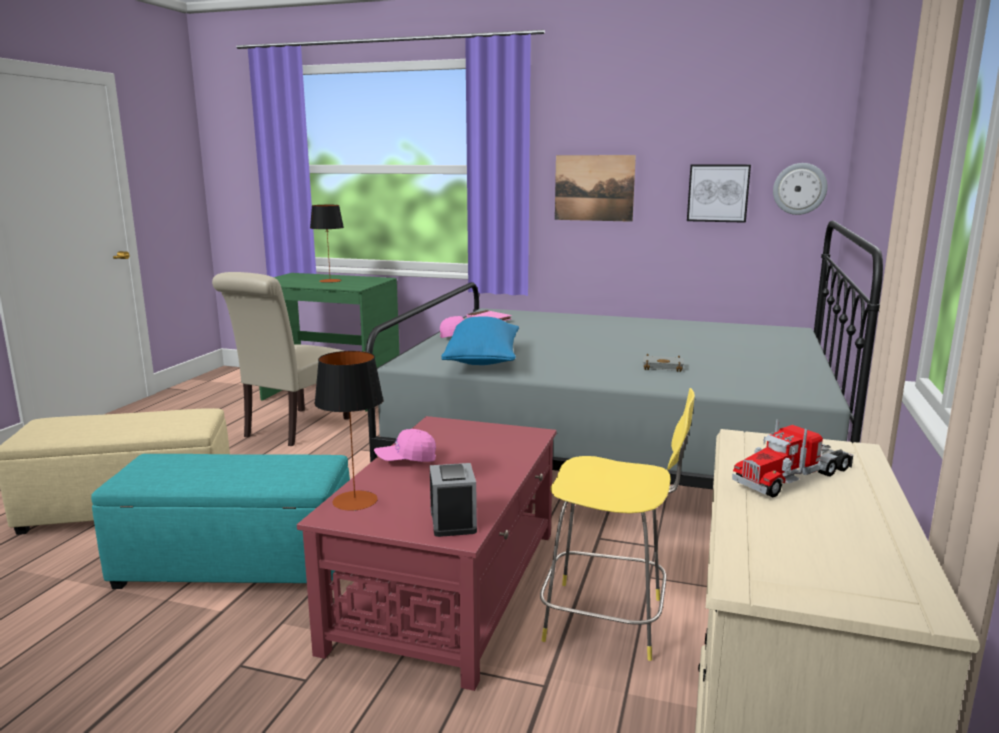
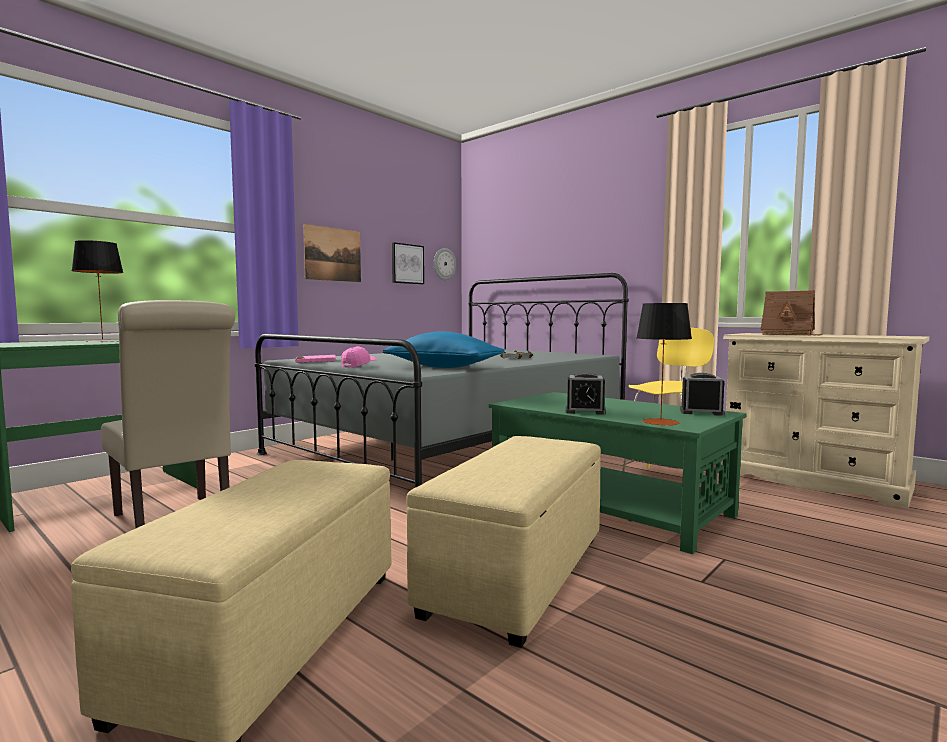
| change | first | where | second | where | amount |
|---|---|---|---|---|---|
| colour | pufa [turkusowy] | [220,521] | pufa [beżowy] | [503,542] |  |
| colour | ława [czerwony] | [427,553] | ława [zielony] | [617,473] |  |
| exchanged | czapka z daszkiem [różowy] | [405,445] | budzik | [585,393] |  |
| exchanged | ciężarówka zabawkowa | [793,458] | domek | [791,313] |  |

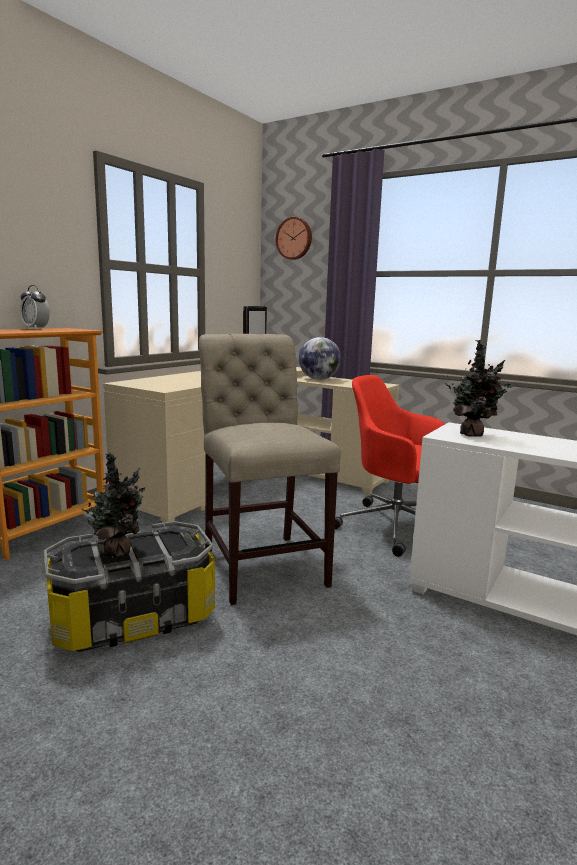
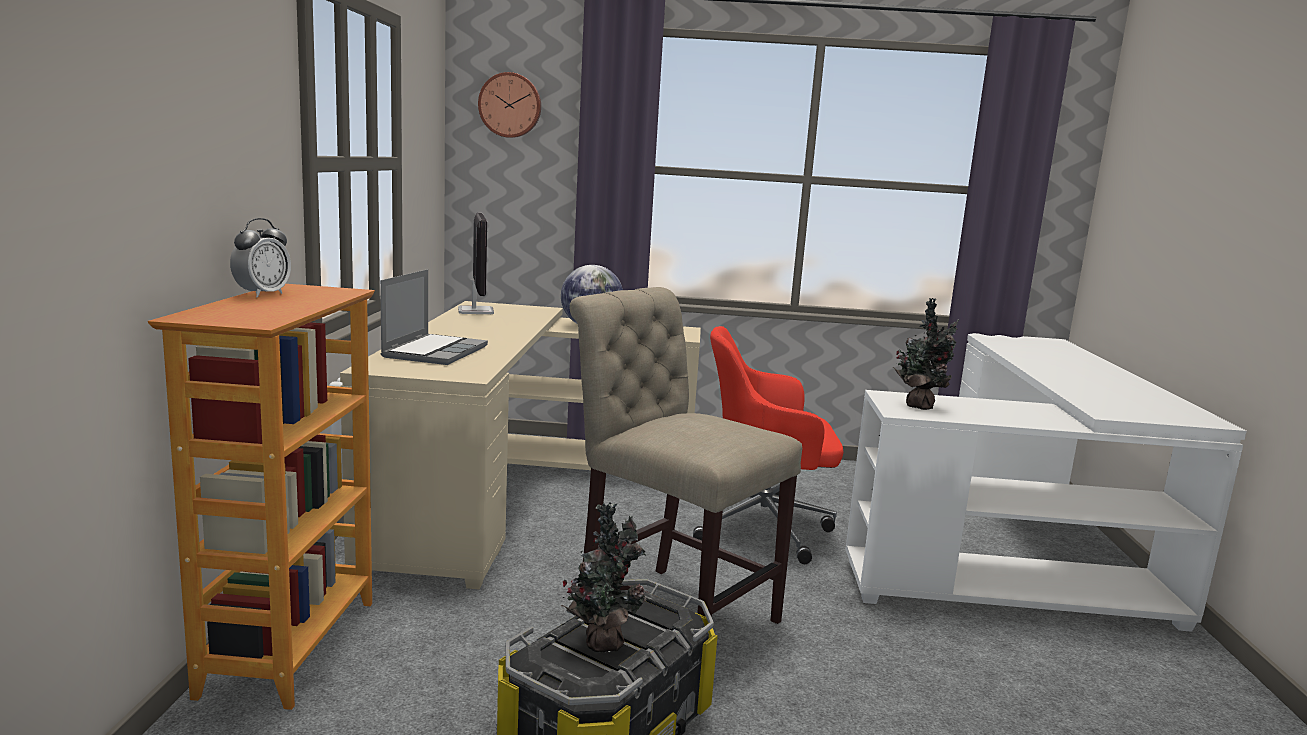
| change | first | where | second | where | amount |
|---|---|---|---|---|---|
| spun | budzik | [35,307] |  | [260,258] | 75 degrees counterclockwise |
| appeared |  |  | laptop | [434,317] |  |

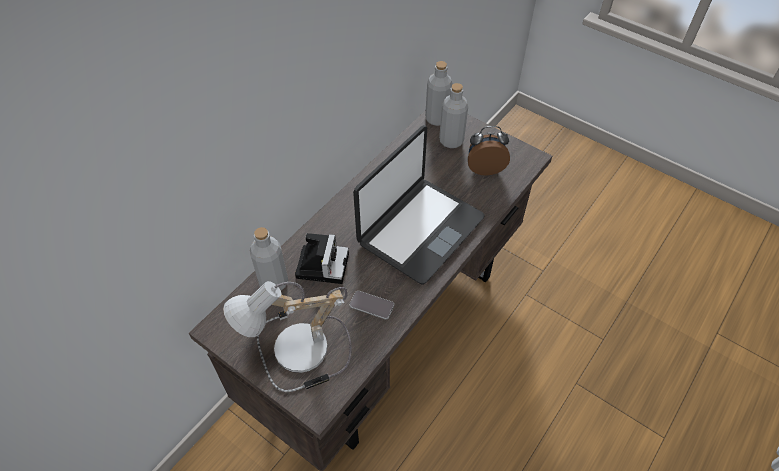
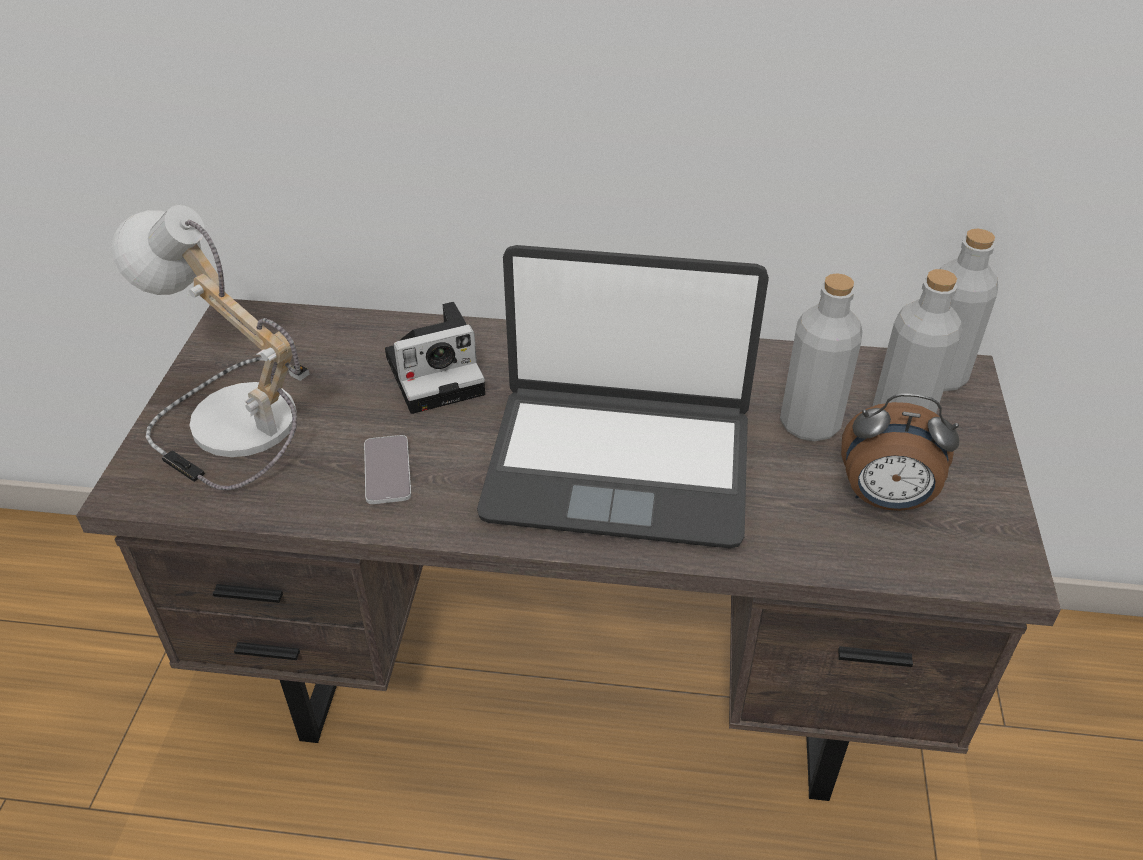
| change | first | where | second | where | amount |
|---|---|---|---|---|---|
| relocated | butelka [szary] | [269,258] |  | [821,357] |  |
| spun | budzik | [489,151] |  | [900,452] | 135 degrees clockwise |

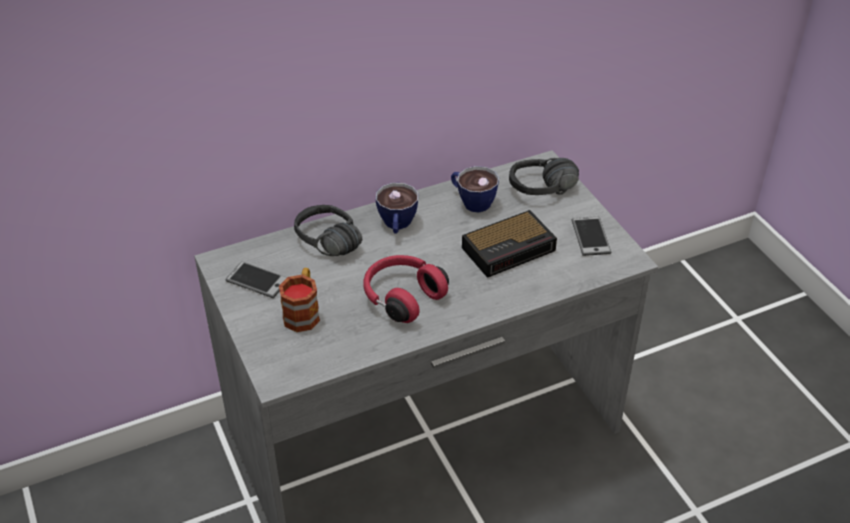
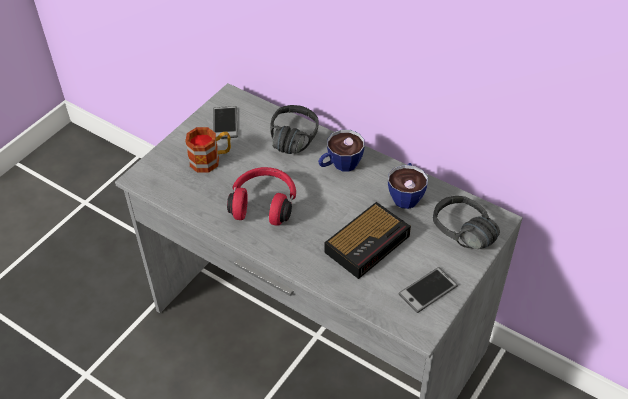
| change | first | where | second | where | amount |
|---|---|---|---|---|---|
| spun | budzik | [509,244] |  | [368,240] | 75 degrees counterclockwise |

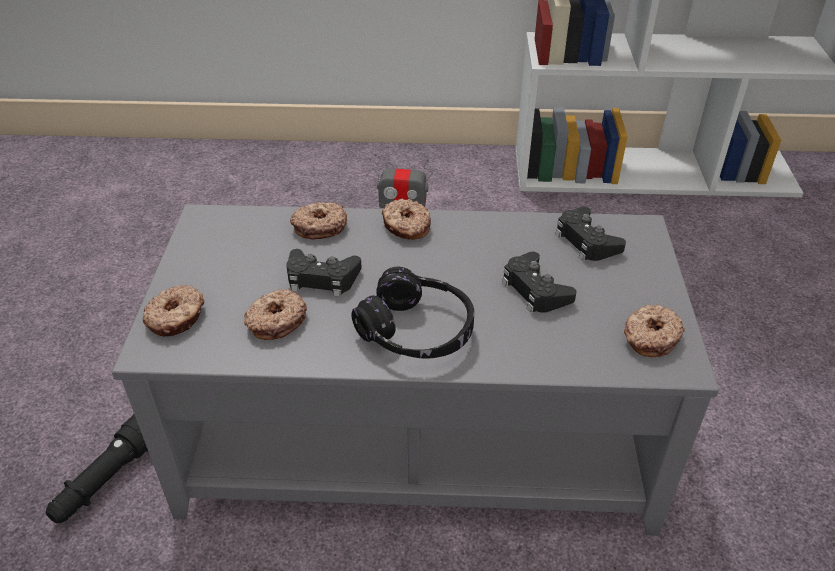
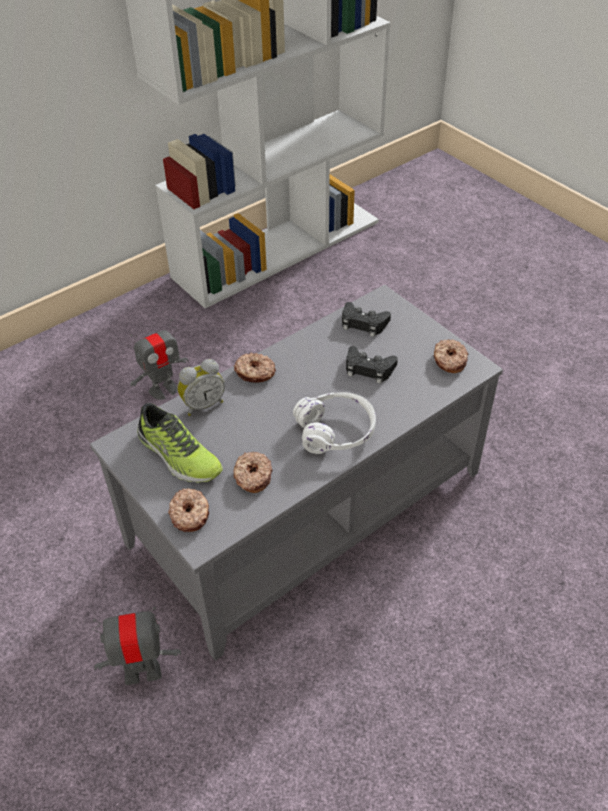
| change | first | where | second | where | amount |
|---|---|---|---|---|---|
| exchanged | latarka [czarny] | [97,469] | robot zabawkowy | [136,646] |  |
| missing | pad do gier [czarny] | [324,273] |  |  |  |
| exchanged | donut | [318,220] | budzik | [201,387] |  |
| colour | słuchawki [czarny] | [412,312] | słuchawki [biały] | [334,423] |  |
| appeared |  |  | but | [180,443] |  |

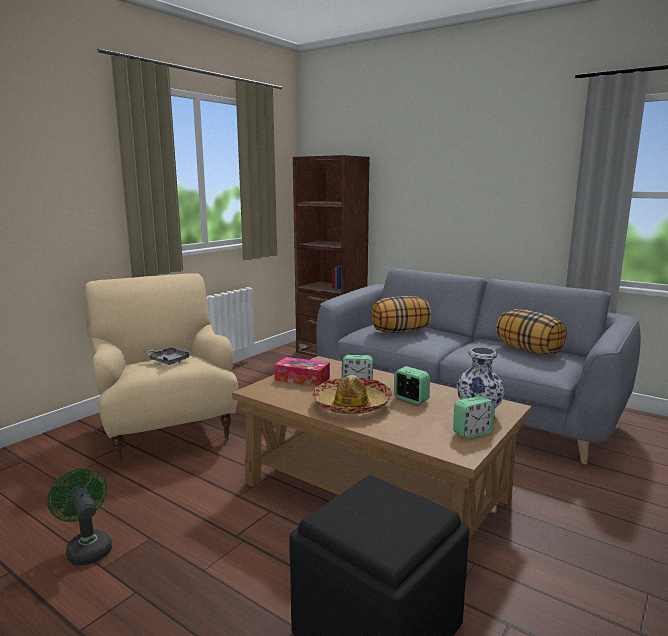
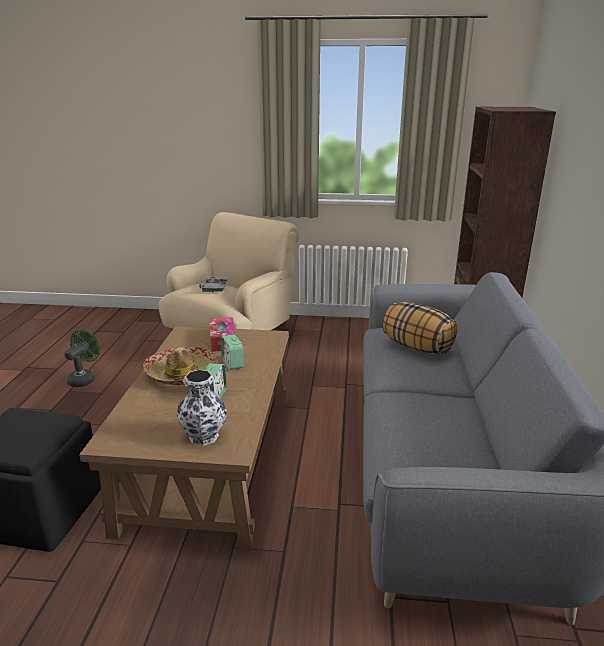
| change | first | where | second | where | amount |
|---|---|---|---|---|---|
| missing | budzik | [474,417] |  |  |  |
| missing | poduszka | [531,331] |  |  |  |

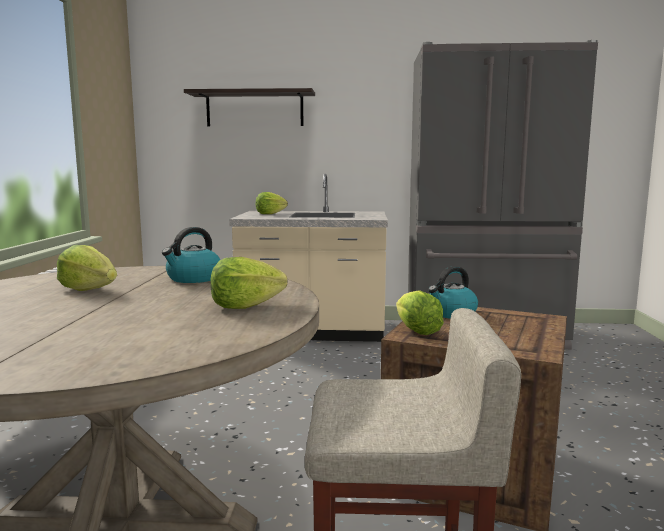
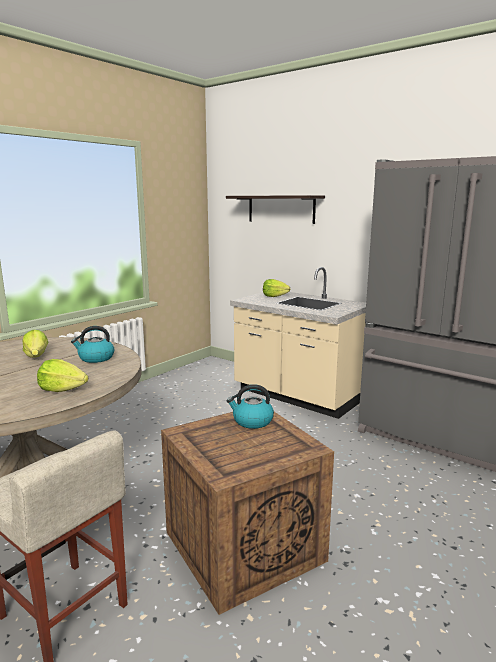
| change | first | where | second | where | amount |
|---|---|---|---|---|---|
| missing | sałata | [420,312] |  |  |  |

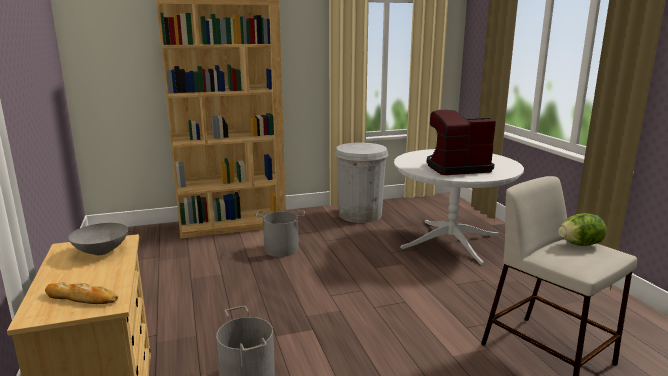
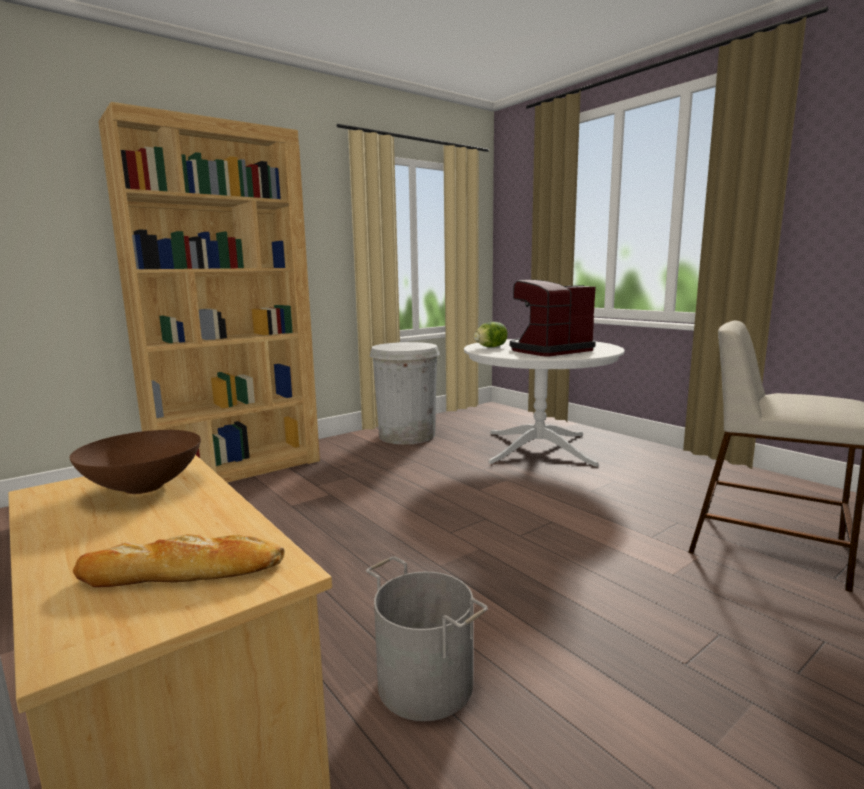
| change | first | where | second | where | amount |
|---|---|---|---|---|---|
| colour | miska [szary] | [98,239] | miska [brązowy] | [135,462] |  |
| missing | wiadro [szary] | [280,234] |  |  |  |
| relocated | sałata | [582,229] |  | [491,334] |  |

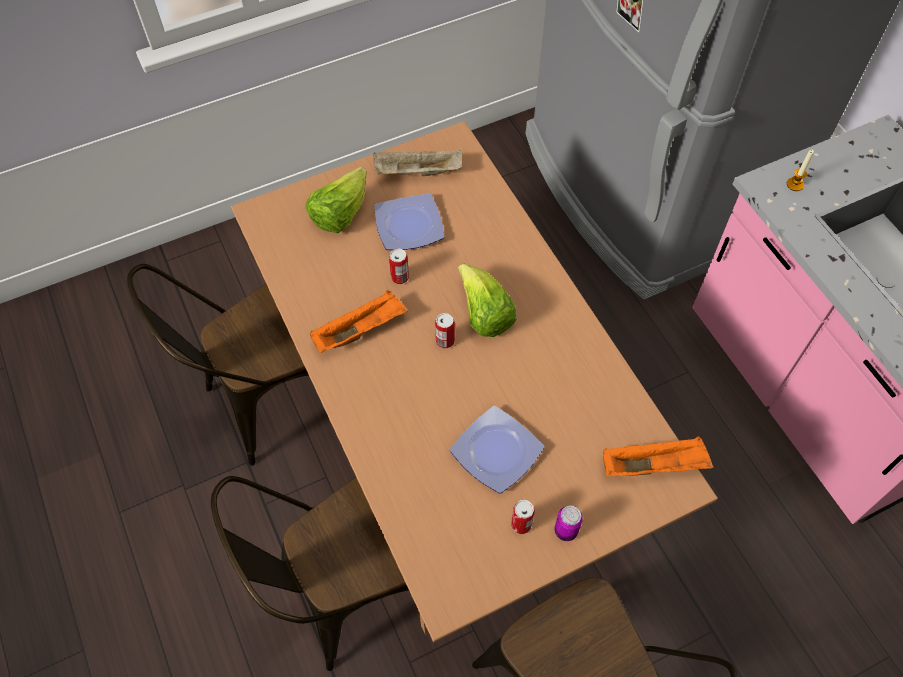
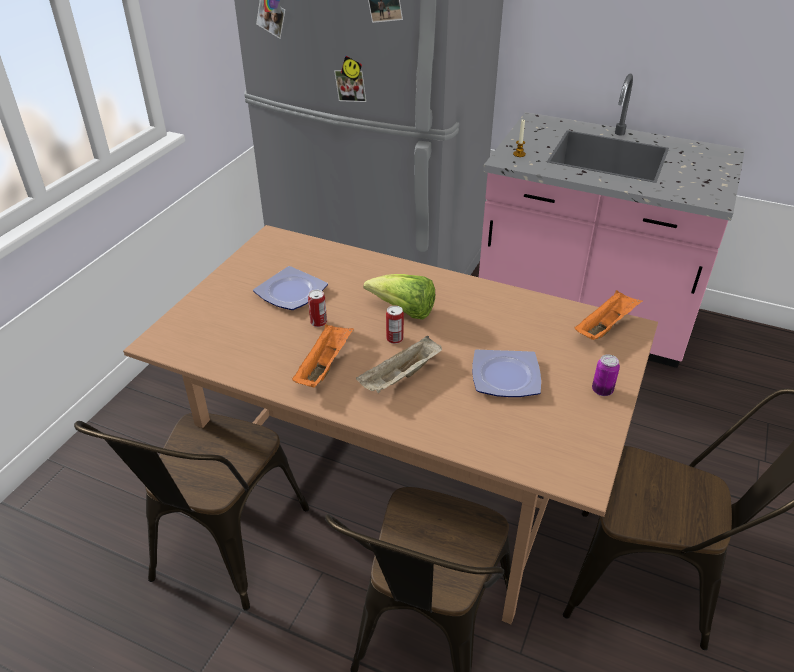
| change | first | where | second | where | amount |
|---|---|---|---|---|---|
| missing | sałata | [336,199] |  |  |  |
| relocated | taca [beżowy] | [417,162] |  | [399,364] |  |
| missing | puszka | [523,517] |  |  |  |

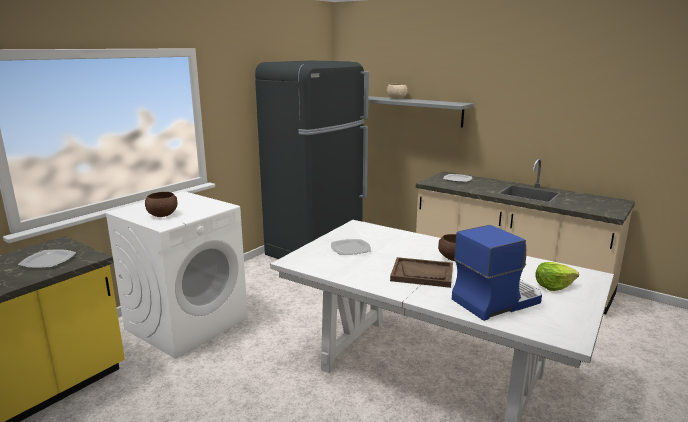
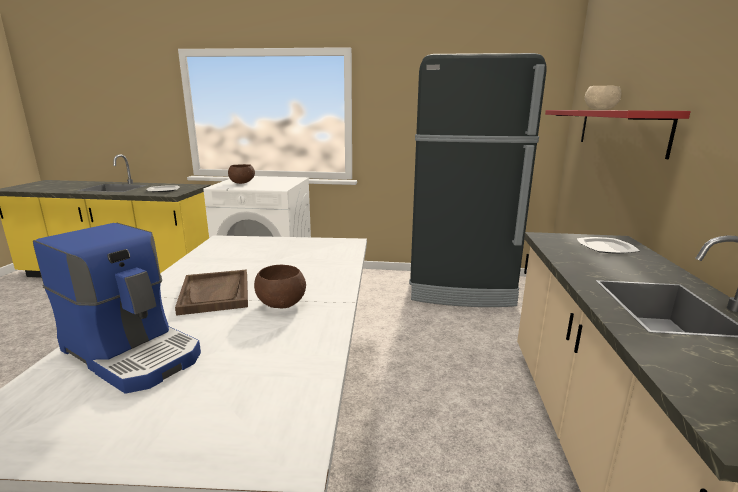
| change | first | where | second | where | amount |
|---|---|---|---|---|---|
| missing | talerz | [351,247] |  |  |  |
| colour | półka [szary] | [420,111] | półka [czerwony] | [618,134] |  |
| missing | sałata | [557,276] |  |  |  |

